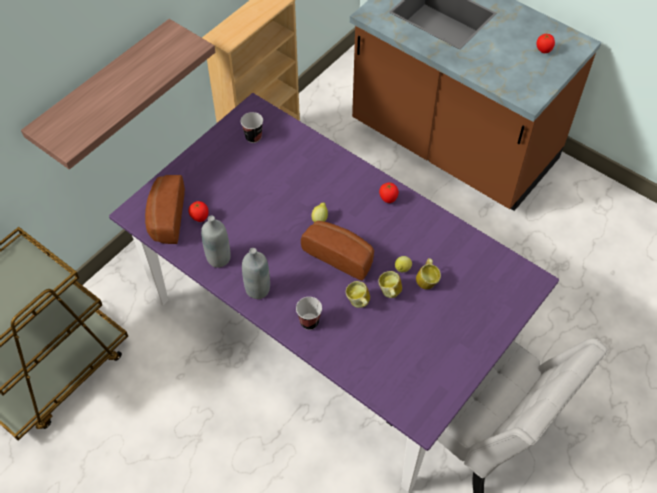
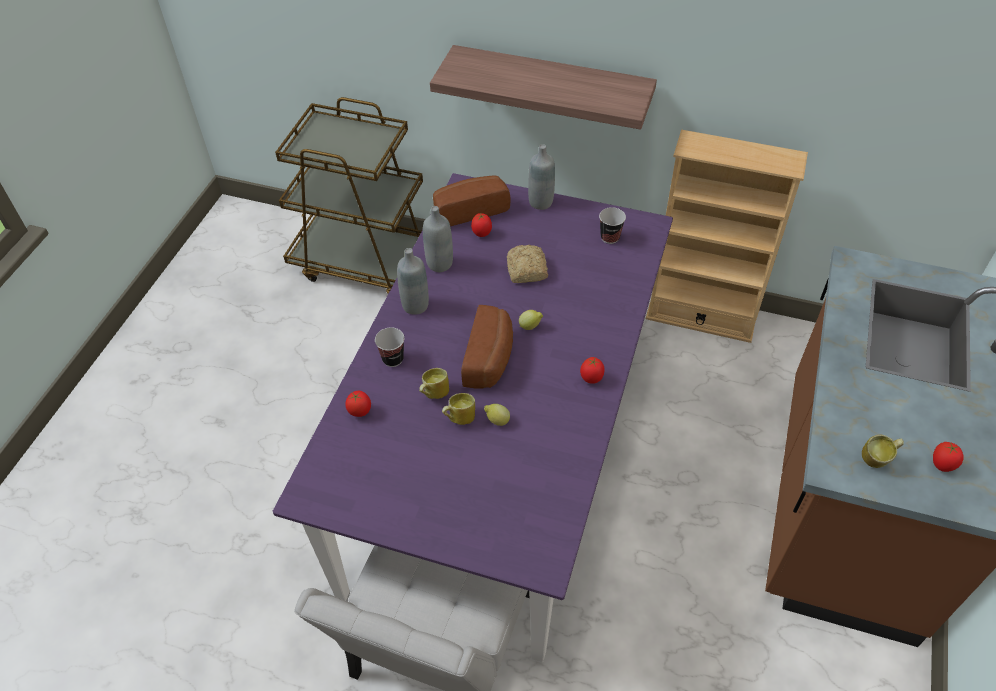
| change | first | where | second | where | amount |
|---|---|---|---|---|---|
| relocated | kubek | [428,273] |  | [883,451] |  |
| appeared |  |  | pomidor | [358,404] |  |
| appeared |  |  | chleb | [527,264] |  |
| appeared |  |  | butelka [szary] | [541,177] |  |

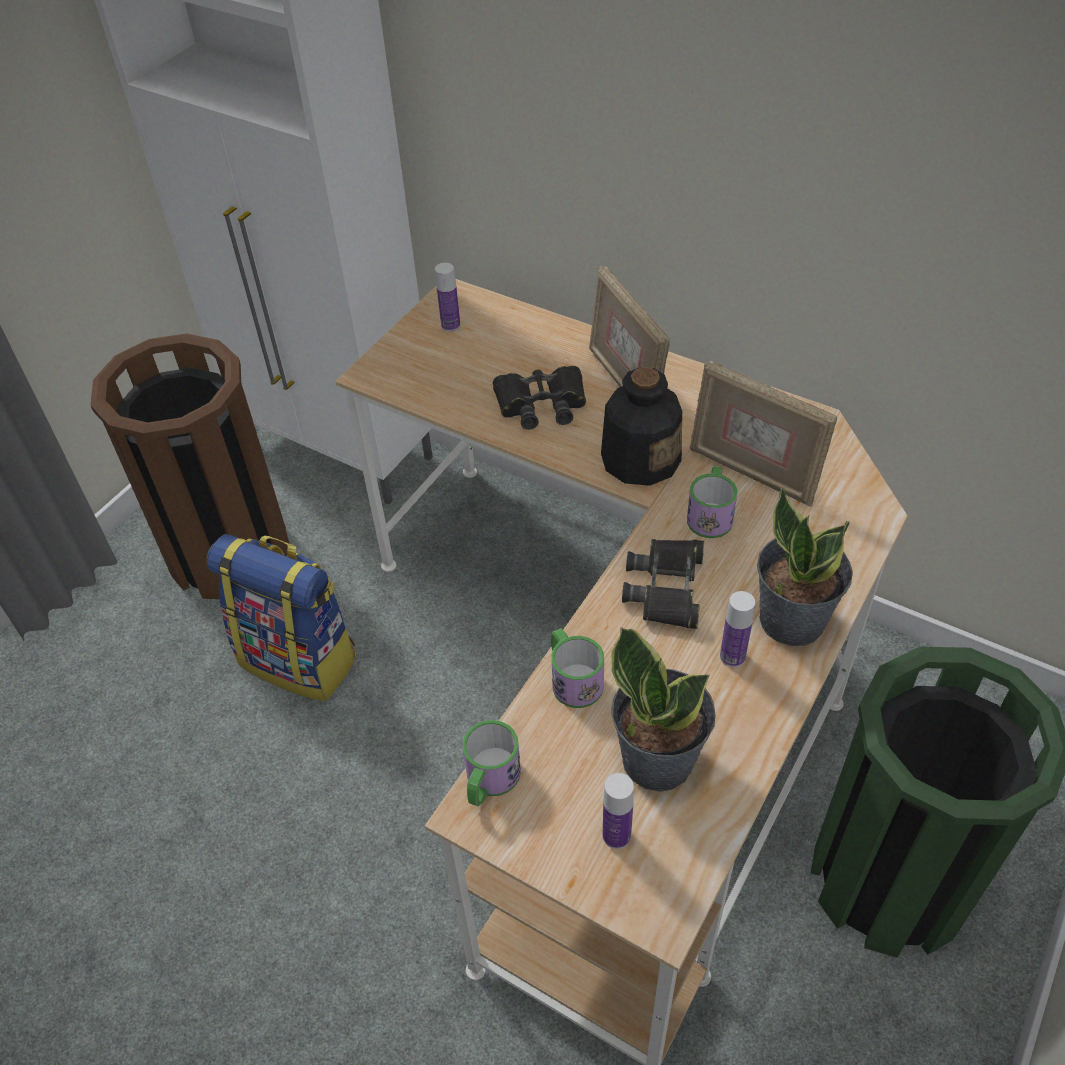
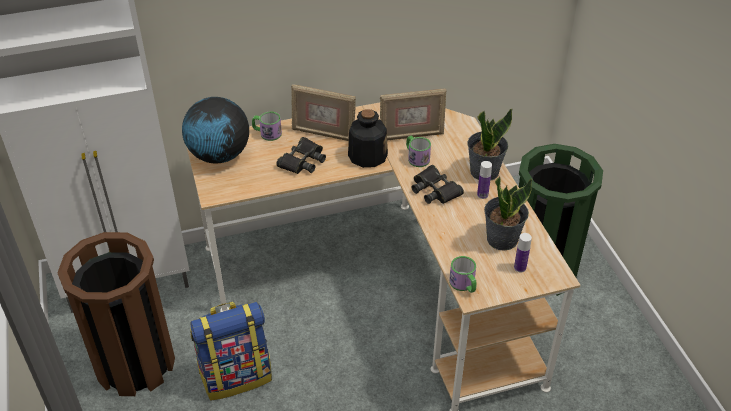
| change | first | where | second | where | amount |
|---|---|---|---|---|---|
| exchanged | butelka | [447,297] | globus | [215,130] |  |
| relocated | kubek | [577,668] |  | [267,126] |  |

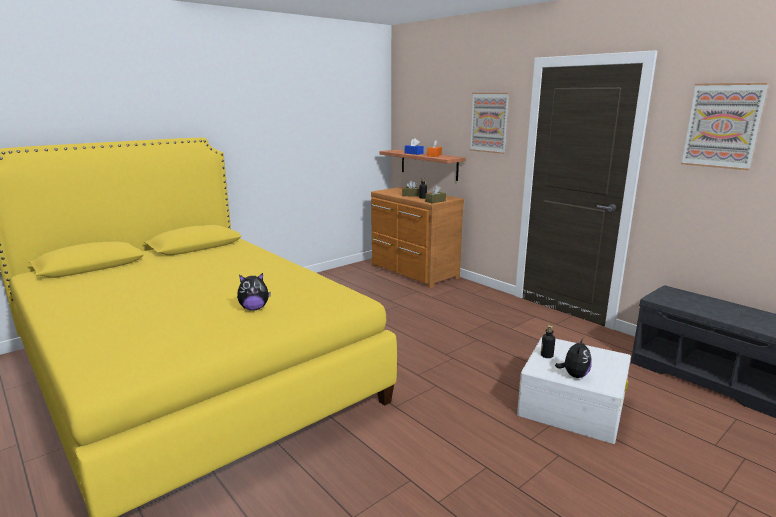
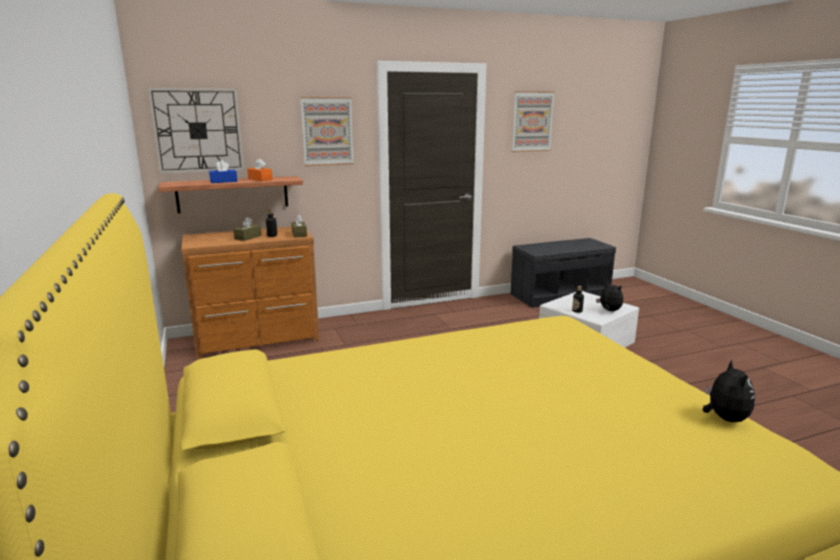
| change | first | where | second | where | amount |
|---|---|---|---|---|---|
| relocated | pluszak | [254,292] |  | [729,391] |  |
| appeared |  |  | zegar ścienny | [195,131] |  |

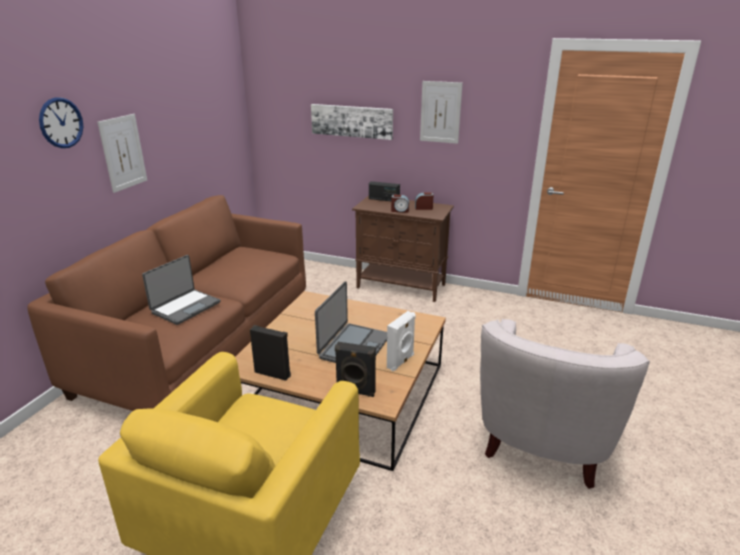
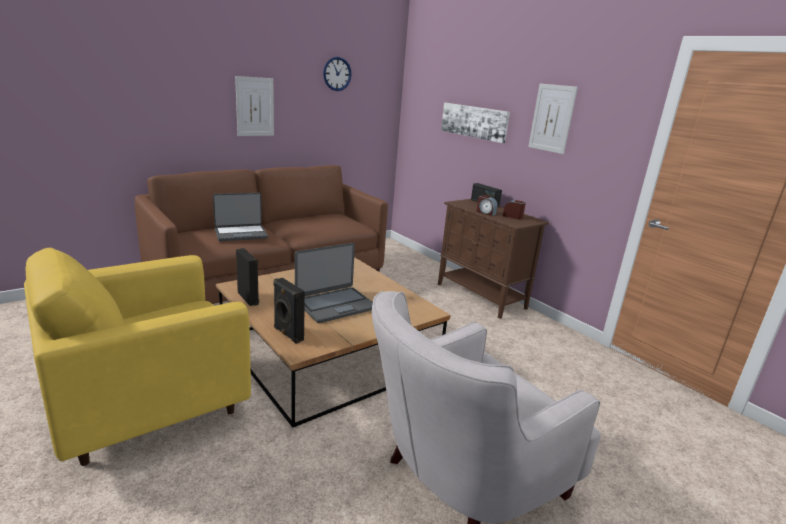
| change | first | where | second | where | amount |
|---|---|---|---|---|---|
| relocated | zegar ścienny | [61,122] |  | [337,74] |  |
| missing | głośnik [biały] | [401,341] |  |  |  |

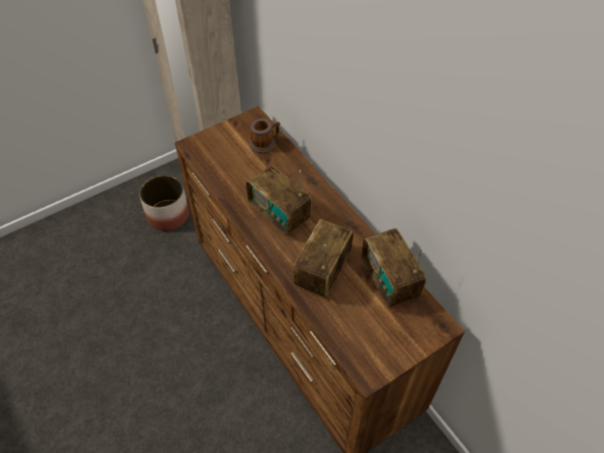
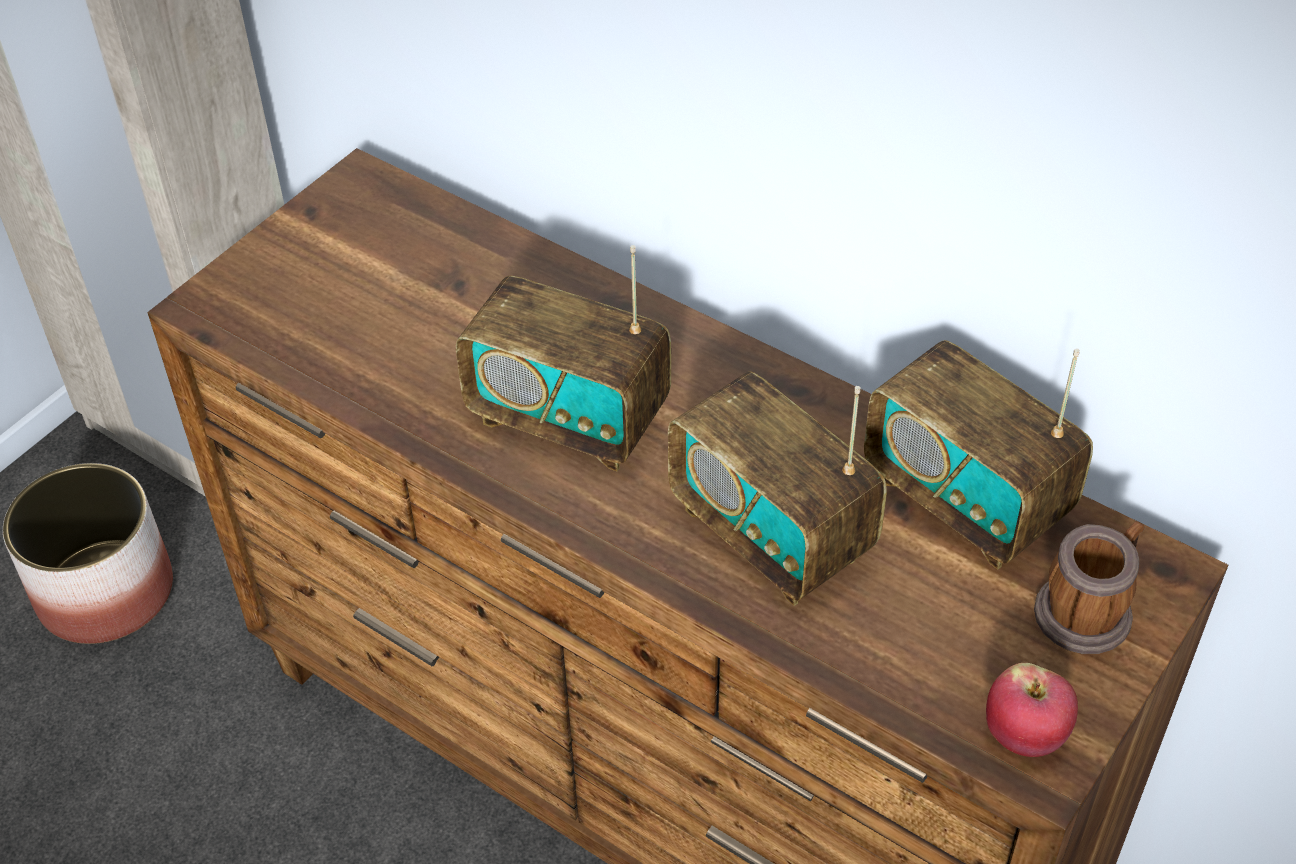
| change | first | where | second | where | amount |
|---|---|---|---|---|---|
| relocated | kubek | [265,135] |  | [1089,587] |  |
| spun | radio | [323,258] |  | [777,488] | 45 degrees counterclockwise |
| appeared |  |  | jabłko | [1032,710] |  |

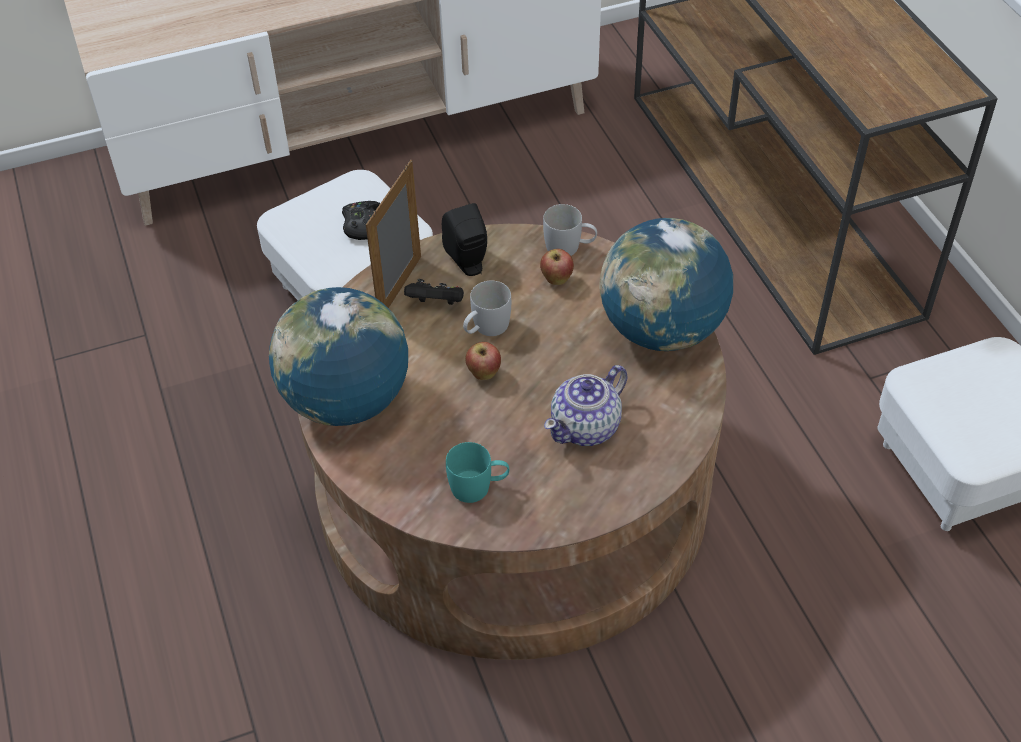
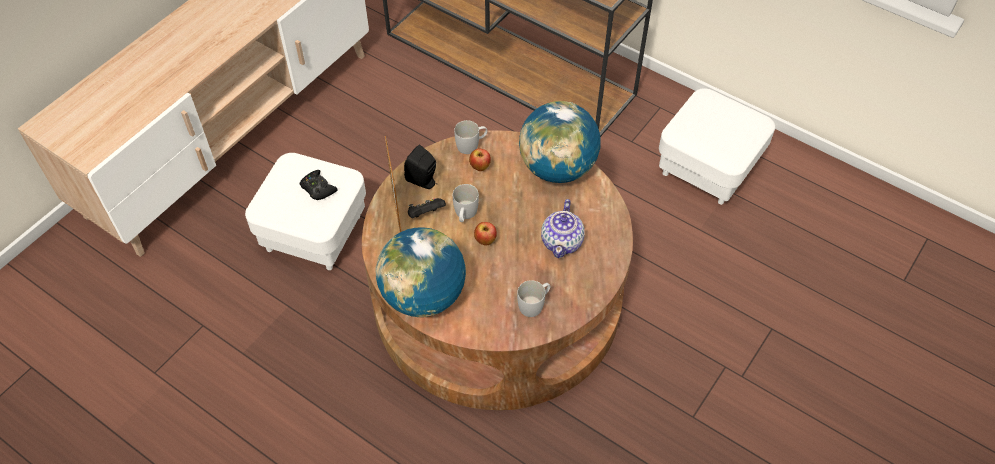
| change | first | where | second | where | amount |
|---|---|---|---|---|---|
| colour | kubek [turkusowy] | [477,472] | kubek [biały] | [534,298] |  |

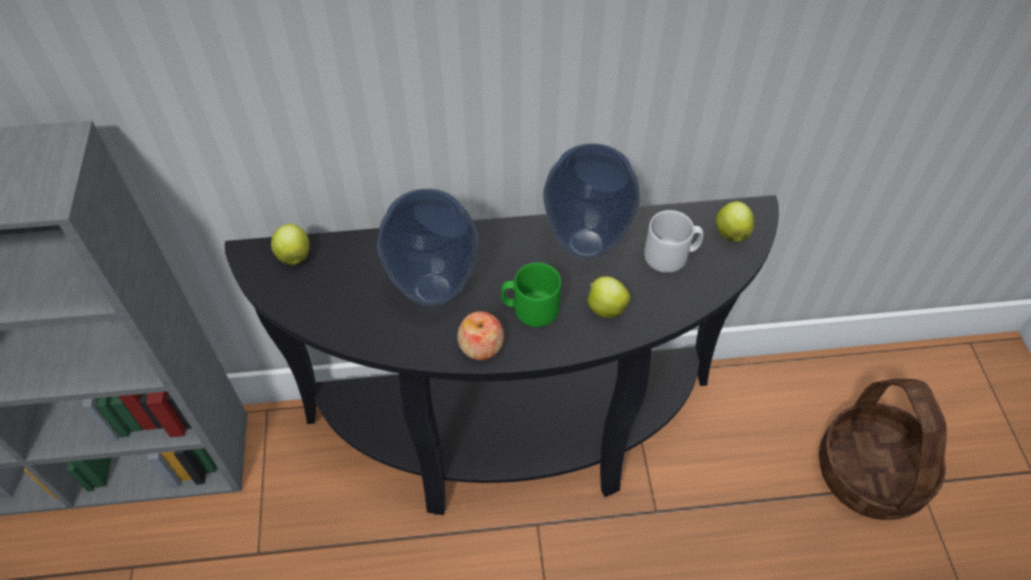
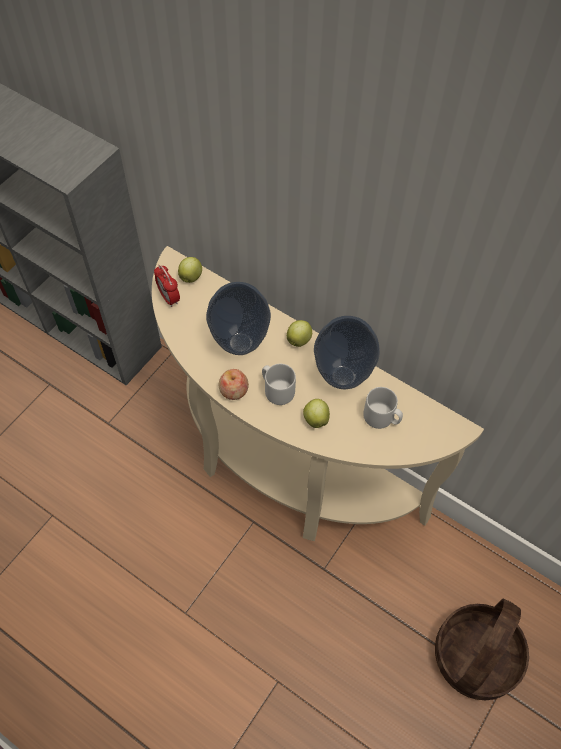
| change | first | where | second | where | amount |
|---|---|---|---|---|---|
| colour | stolik konsolowy [czarny] | [502,355] | stolik konsolowy [beżowy] | [318,393] |  |
| colour | kubek [zielony] | [531,295] | kubek [szary] | [279,384] |  |
| relocated | jabłko | [735,221] |  | [299,333] |  |
| appeared |  |  | budzik | [167,286] |  |

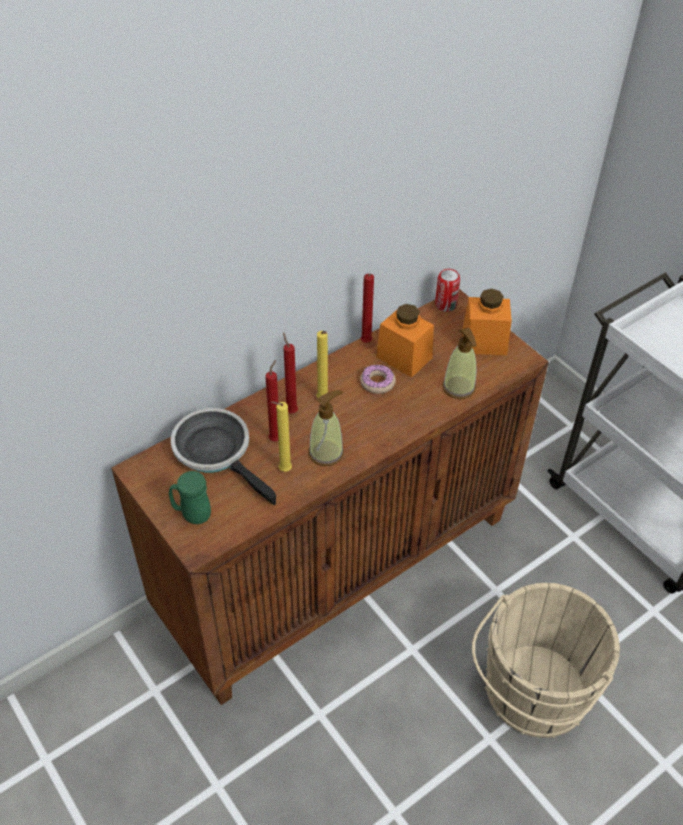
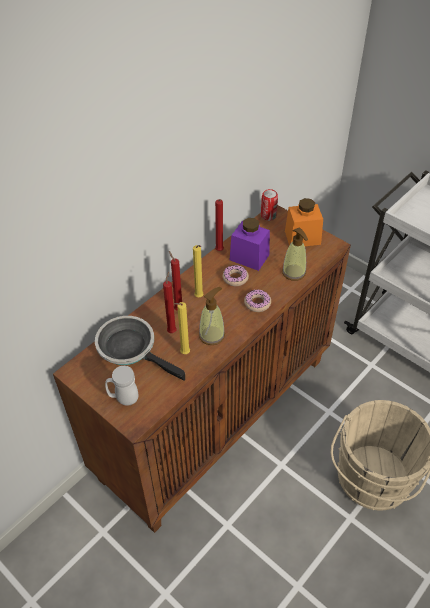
| change | first | where | second | where | amount |
|---|---|---|---|---|---|
| colour | kubek [zielony] | [190,497] | kubek [biały] | [121,386] |  |
| colour | słoik [pomarańczowy] | [405,341] | słoik [fioletowy] | [250,244] |  |
| appeared |  |  | donut | [257,300] |  |

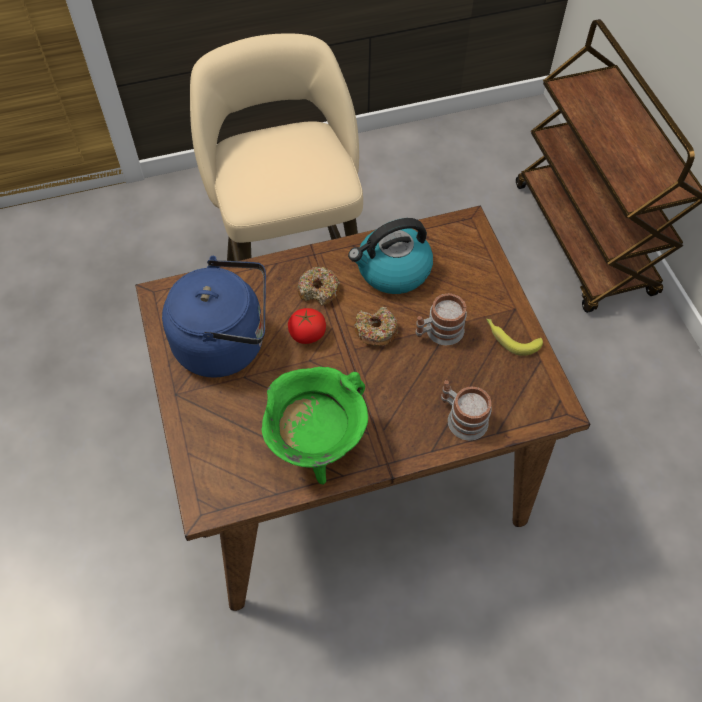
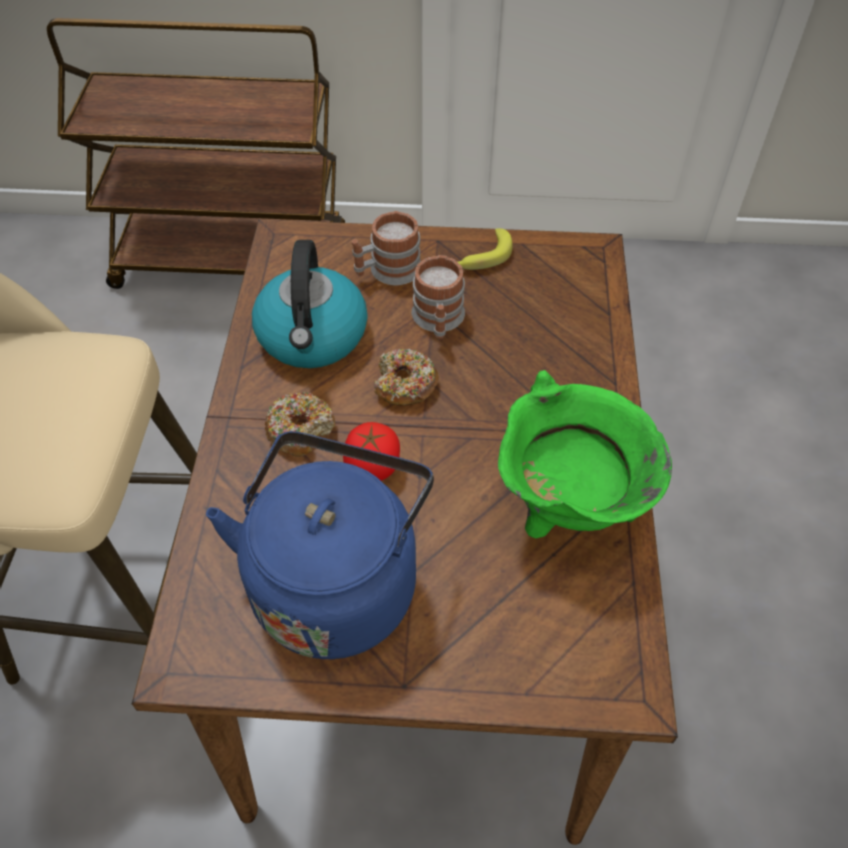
| change | first | where | second | where | amount |
|---|---|---|---|---|---|
| relocated | kubek | [466,410] |  | [386,248] |  |

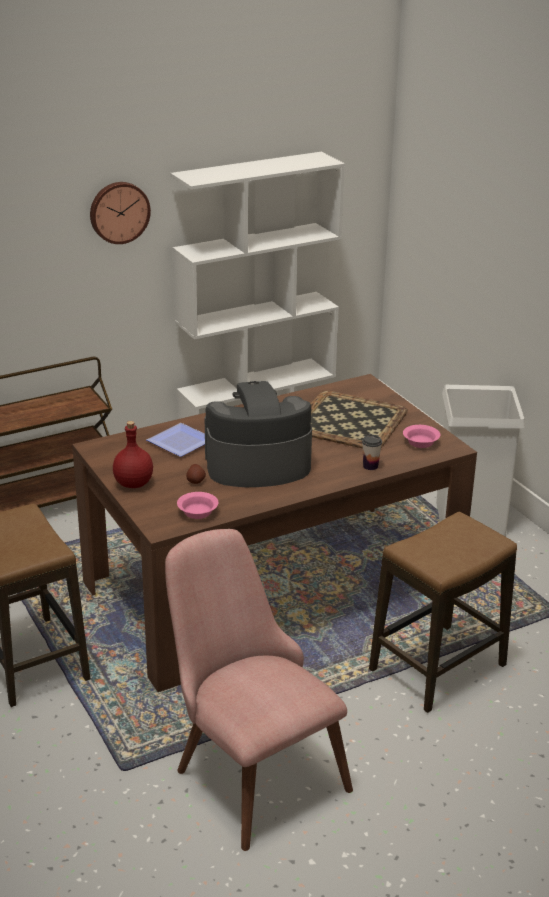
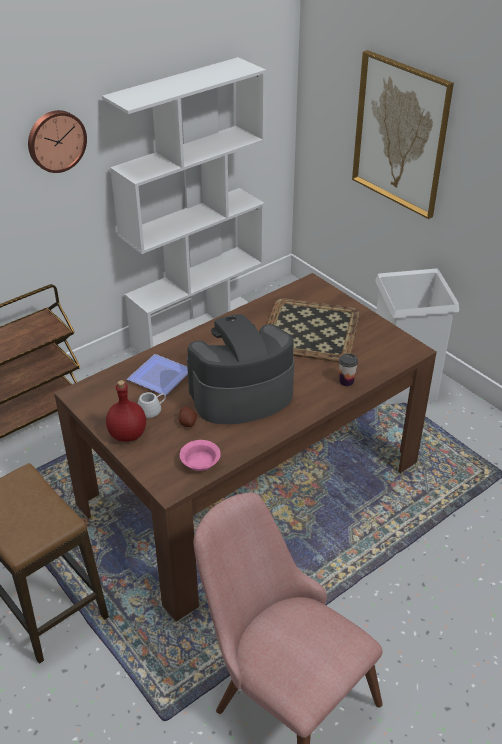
| change | first | where | second | where | amount |
|---|---|---|---|---|---|
| missing | stołek | [443,612] |  |  |  |
| missing | miska [różowy] | [421,436] |  |  |  |
| appeared |  |  | kubek [biały] | [152,405] |  |
| appeared |  |  | obraz | [403,134] |  |

